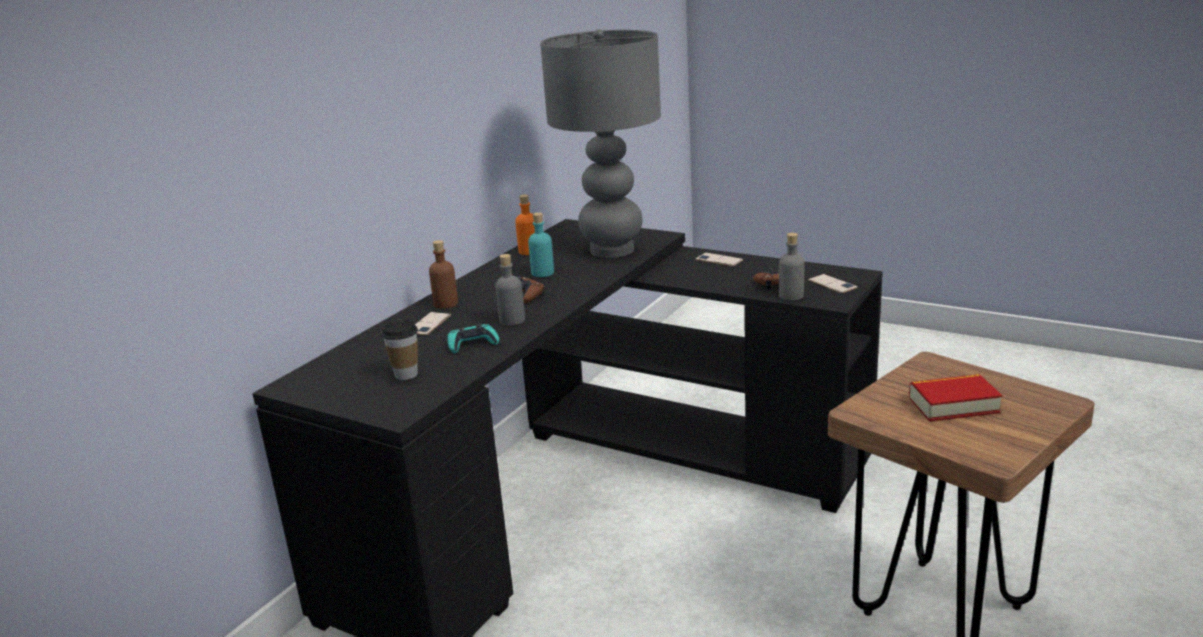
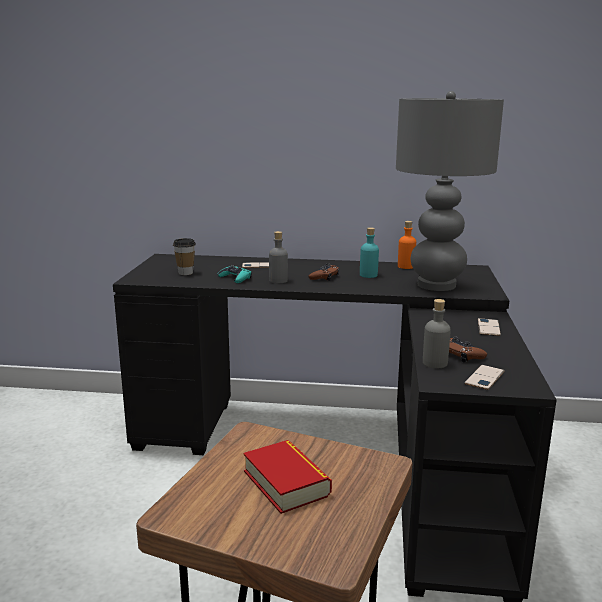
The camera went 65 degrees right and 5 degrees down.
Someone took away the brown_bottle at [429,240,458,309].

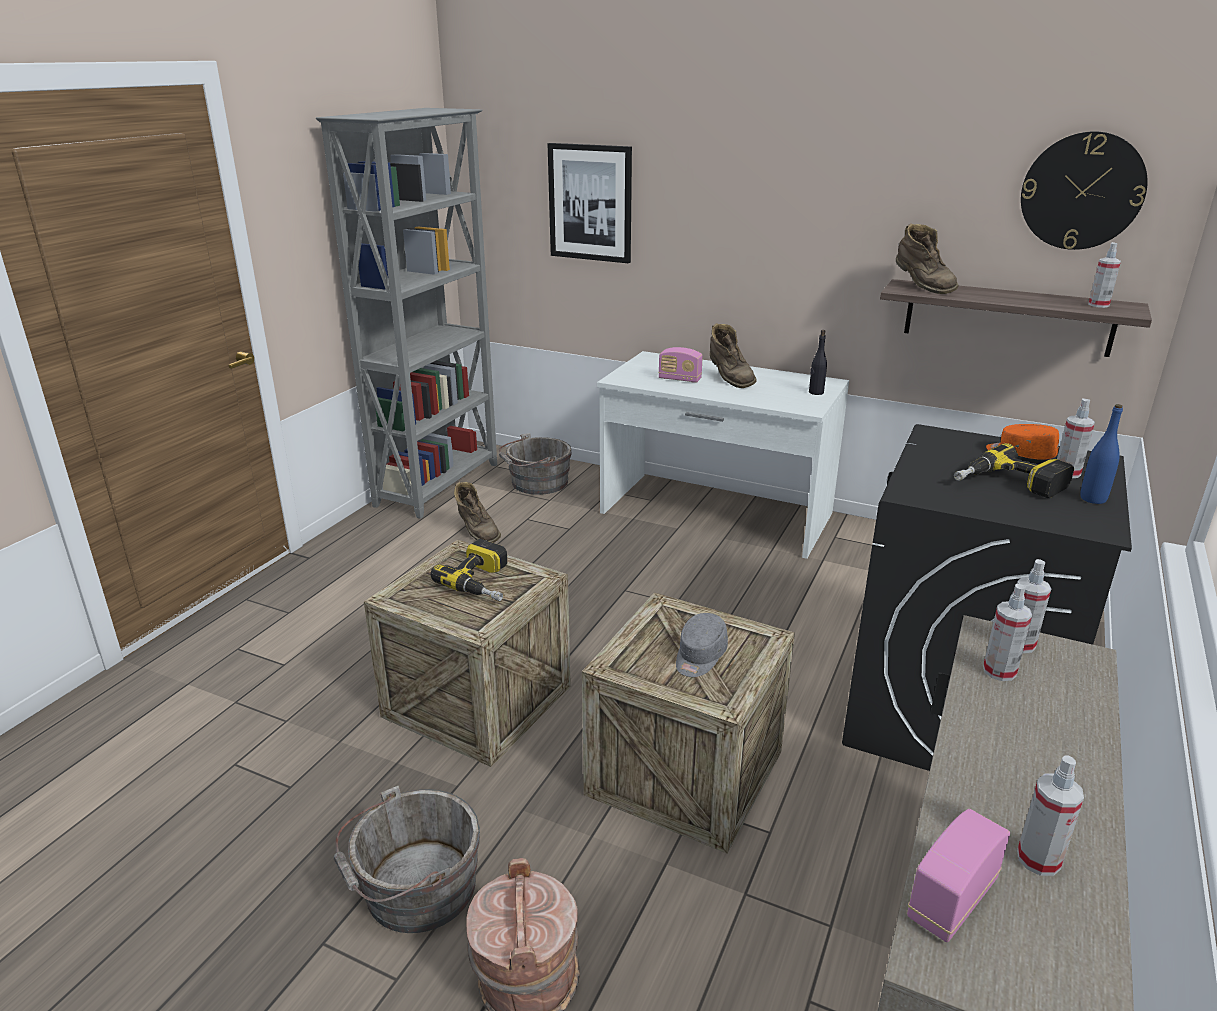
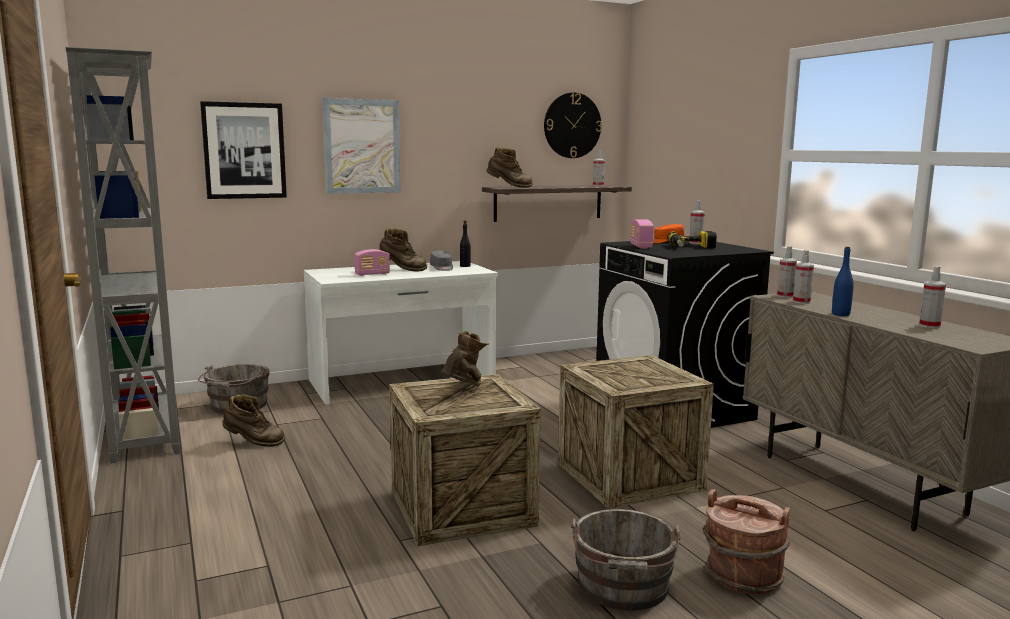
The camera went 50 degrees left and 15 degrees down.
Someone put up the picture at [322,98,401,194].
Someone carried the grey_cap from [676,613,728,677] to [430,251,453,271].
Someone swapped the power_drill at [430,539,507,601] for the brown_boot at [441,331,489,387].
Someone carried the radio from [907,809,1010,942] to [630,220,653,249].
Someone carried the blue_bottle from [1080,404,1123,504] to [832,247,854,316].

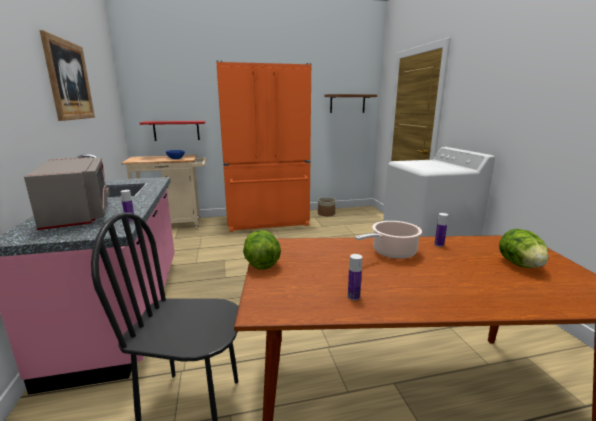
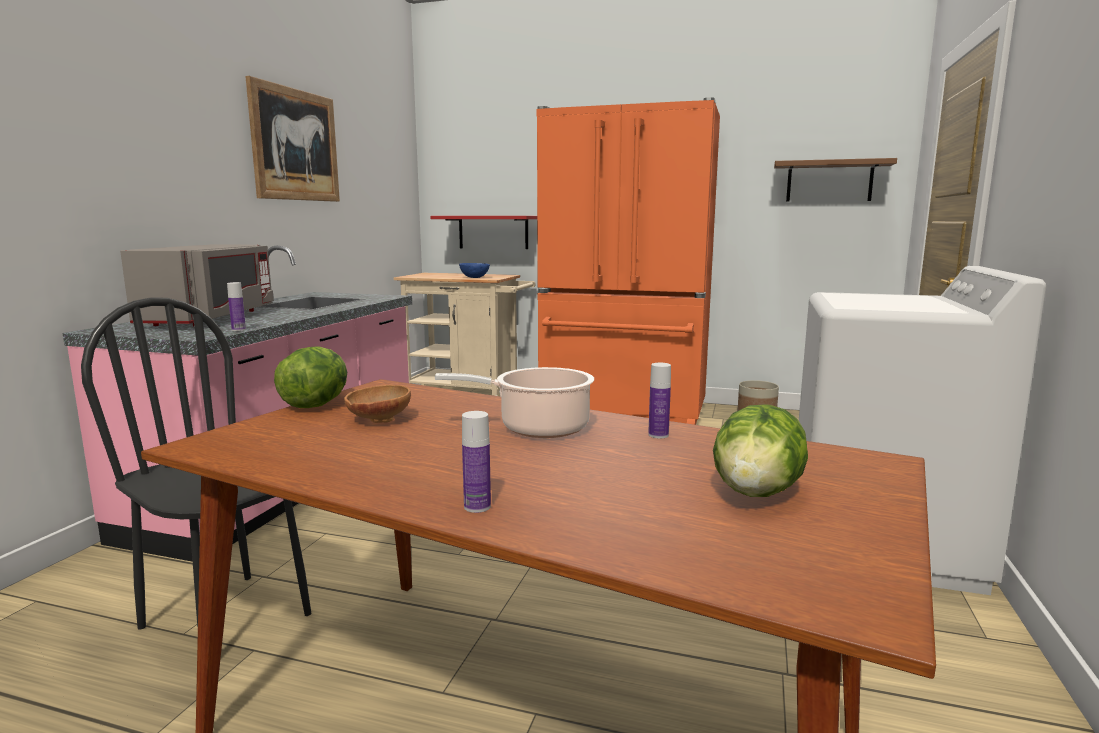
The camera went 30 degrees right and 5 degrees down.
Someone put down the brown_bowl at [344,385,411,423].
Someone carried the bottle from [348,254,362,300] to [462,411,491,513].

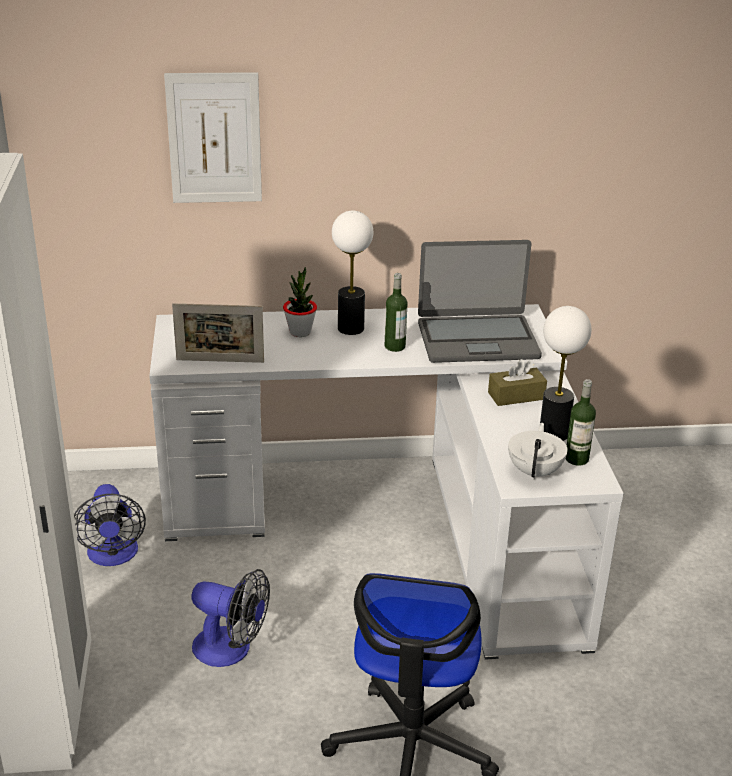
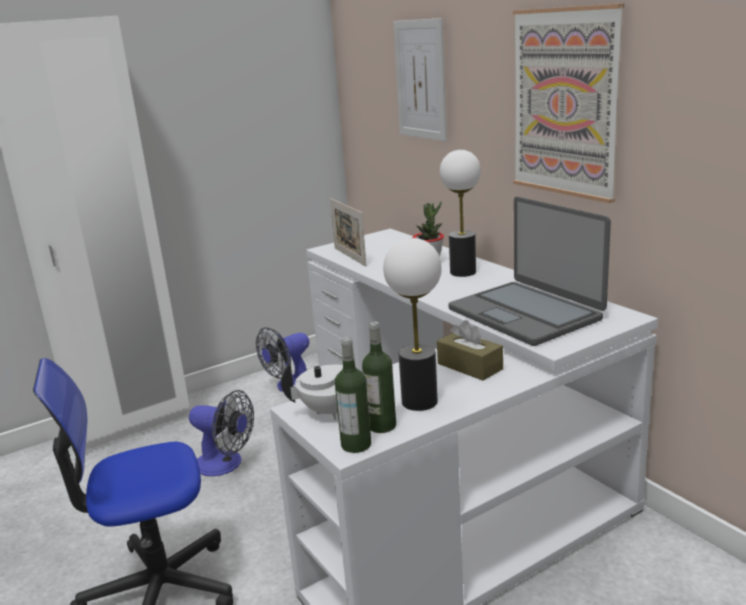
The camera went 65 degrees right and 10 degrees down.
Someone rotated the fan at [191,569,270,667] by 60 degrees counterclockwise.
Someone carried the bottle from [385,273,408,352] to [335,337,371,453].
Someone put up the picture at [513,3,624,203].

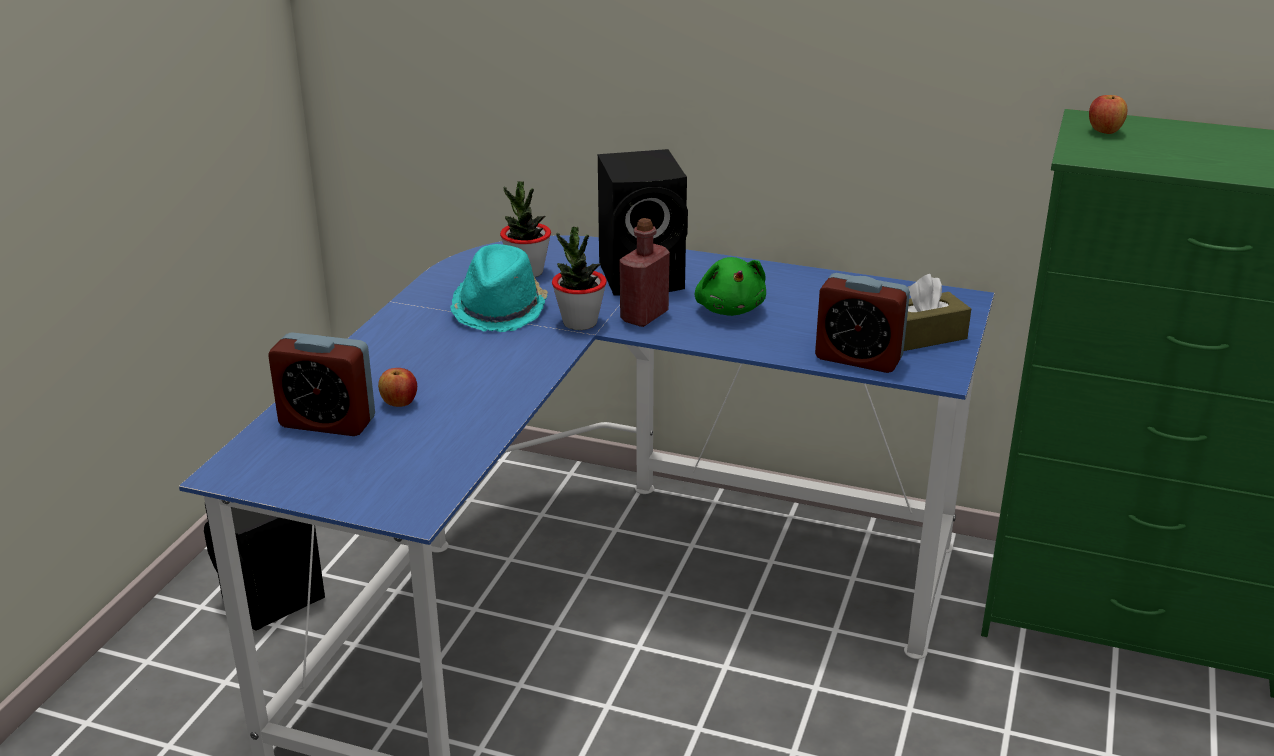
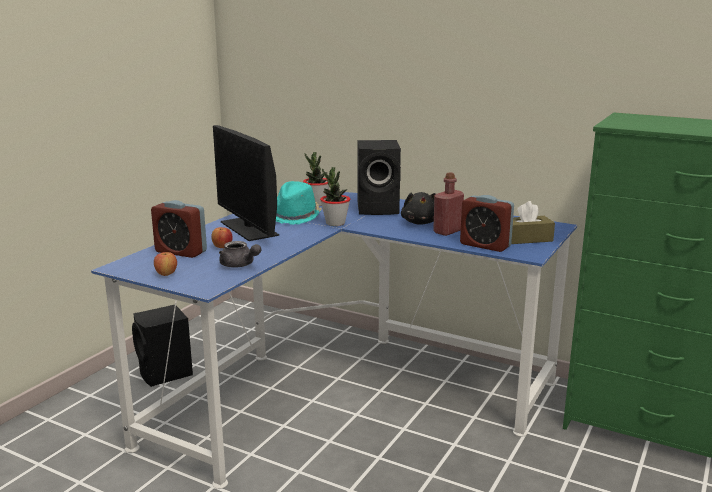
The camera went 10 degrees right and 10 degrees down.
Someone carried the apple from [1089,95,1127,134] to [154,252,177,276].
Someone put down the monitor at [213,125,279,241].
Someone put down the grey_teapot at [219,241,261,268].
Someone repainted the green_plush_toy at [695,257,766,316], which became the black_plush_toy at [401,192,436,225].
Someone carried the red_bottle from [619,218,670,327] to [433,172,464,236].

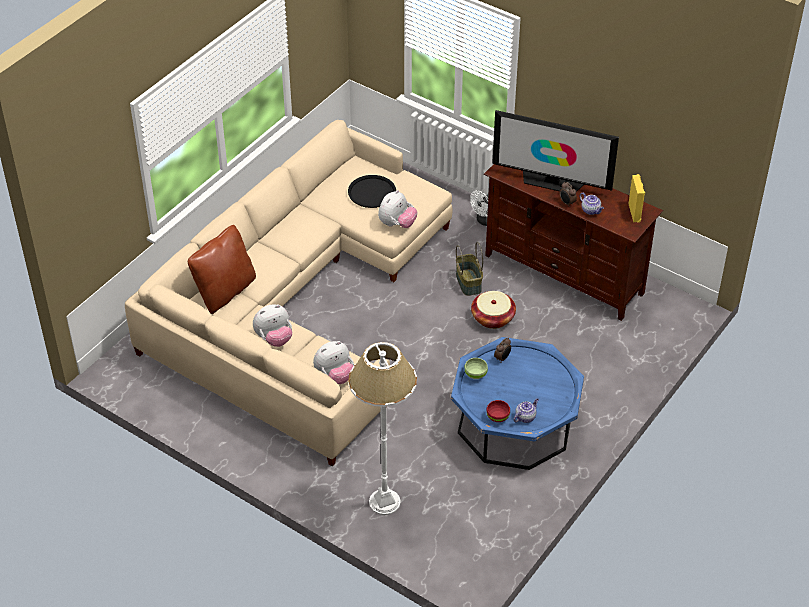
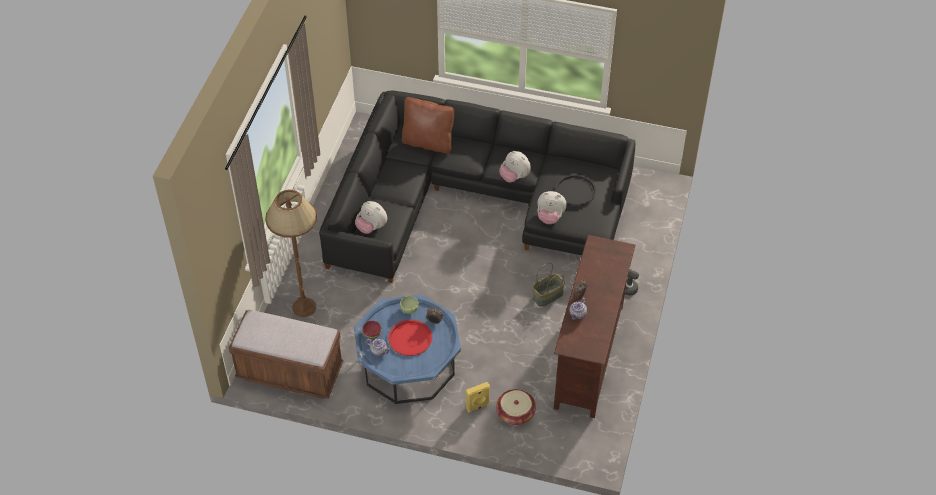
The camera went 70 degrees right and 5 degrees up.
Someone put down the brown_bench at [229,310,343,399].
Someone repainted the white_floor_lamp at [348,342,417,515], which became the brown_floor_lamp at [265,190,317,317].
Someone repainted the beige_sofa at [125,120,452,466], which became the black_sofa at [319,90,635,283].
Someone put down the red_tray at [388,320,433,356].
Someone carried the yellow_speaker from [628,174,645,223] to [466,382,490,412].
Someone carried the basket from [471,291,516,329] to [496,389,536,425].
Someone carried the plush_toy from [253,304,292,347] to [499,151,531,182].
Someone took away the television at [492,110,619,192].

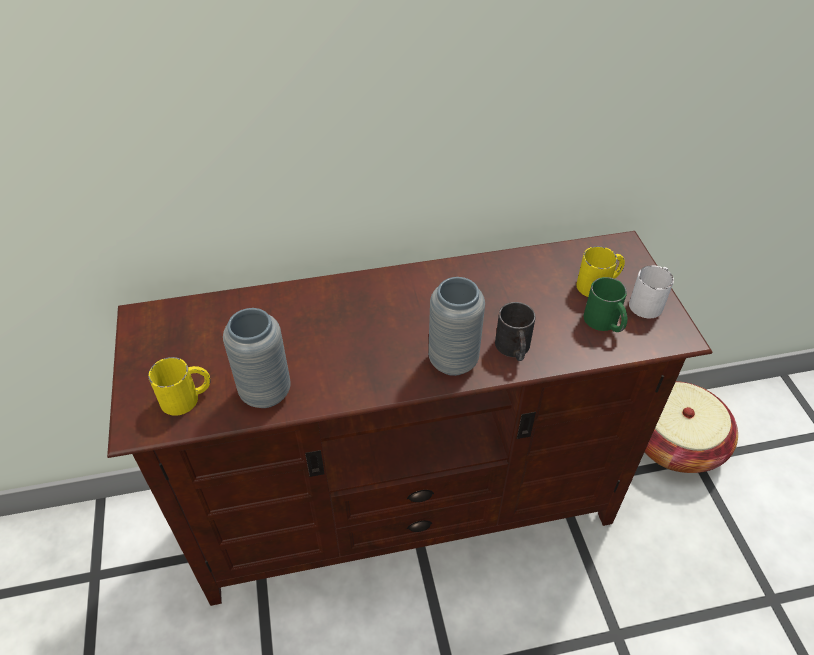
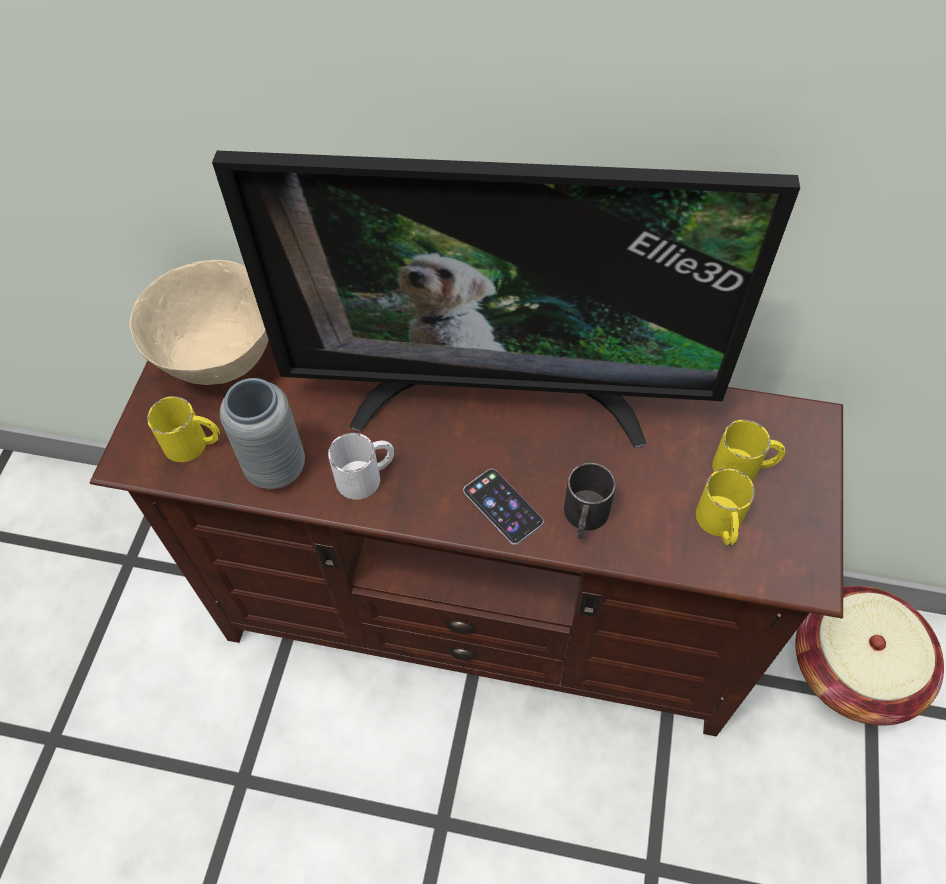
The camera went 25 degrees right and 10 degrees up.
Someone put down the beige_bowl at [129,260,269,385].
Someone put down the television at [212,151,800,448].
Someone carried the white_mug from [629,265,674,318] to [328,433,394,500].
Someone swapped the grey_vase at [428,277,485,376] for the phone at [463,469,543,545].
Someone repainted the green_mug at [583,277,627,332], which became the yellow_mug at [696,468,755,546].

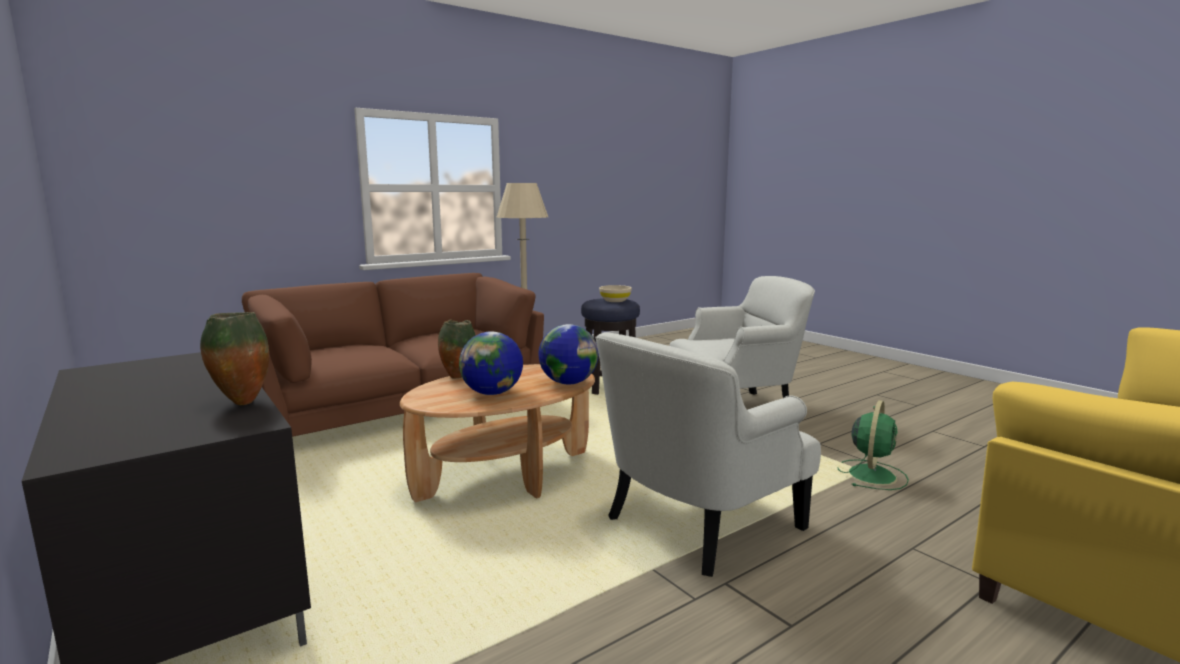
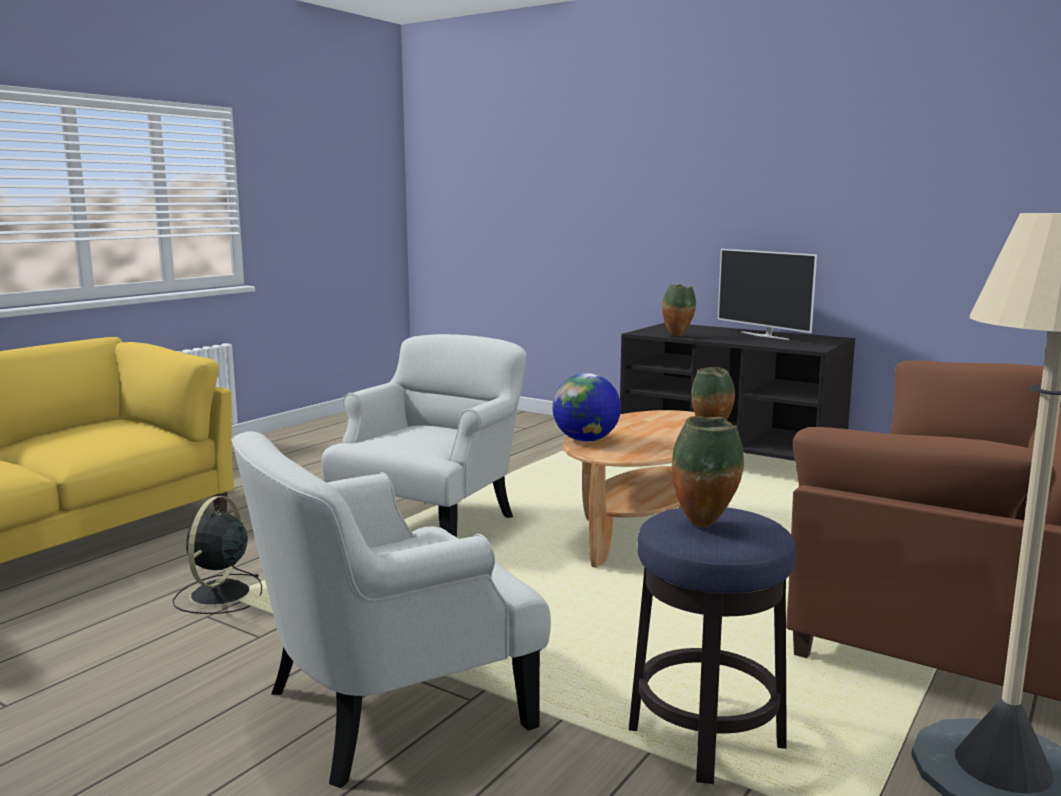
The camera went 160 degrees right and 0 degrees up.
Someone repainted the green_fan at [837,400,909,490], which became the black_fan at [173,496,262,614].
Someone swapped the beige_bowl at [599,285,632,302] for the vase at [672,416,744,527].
Someone put down the television at [718,249,817,340].
Someone took away the globe at [459,331,523,395].

